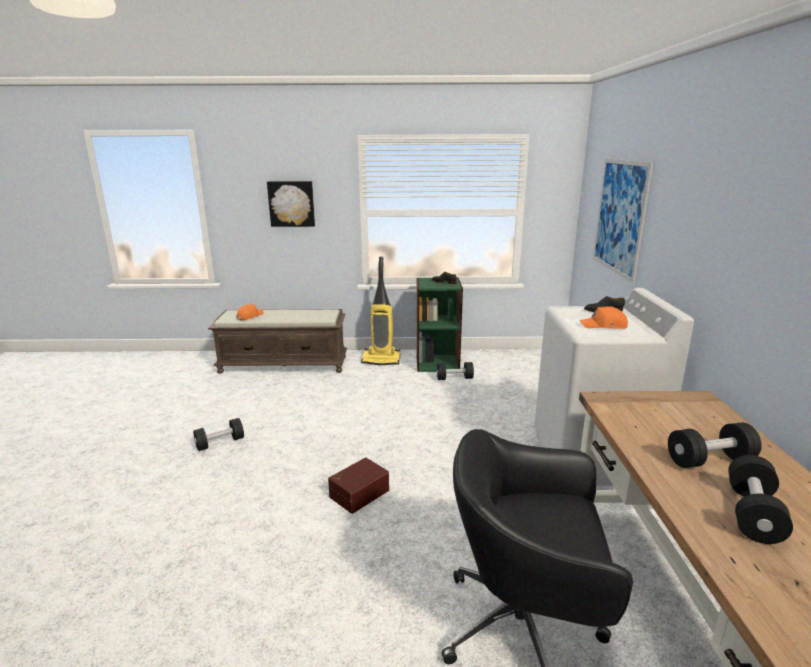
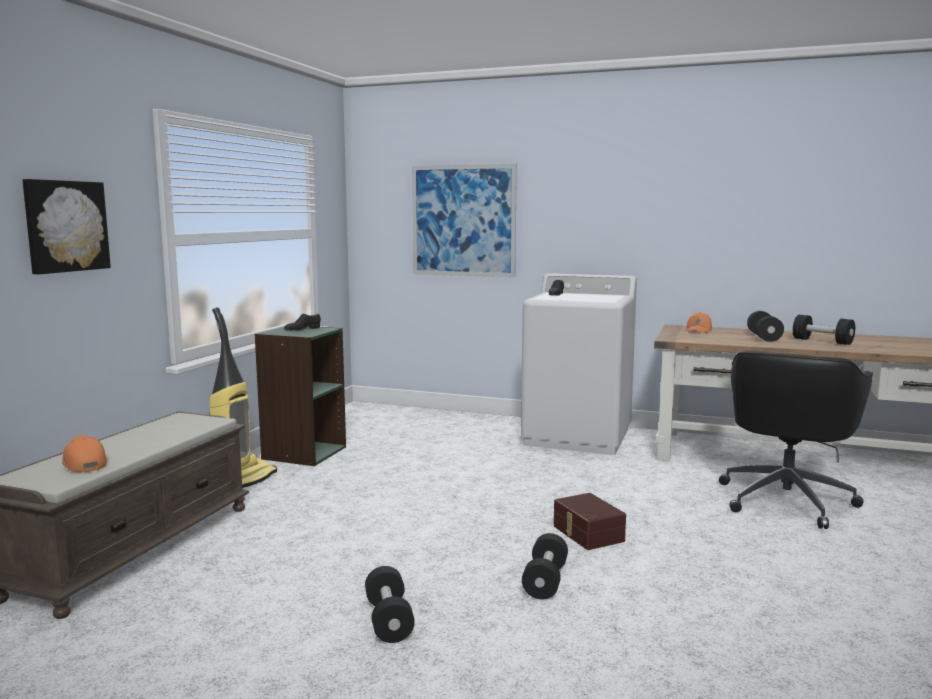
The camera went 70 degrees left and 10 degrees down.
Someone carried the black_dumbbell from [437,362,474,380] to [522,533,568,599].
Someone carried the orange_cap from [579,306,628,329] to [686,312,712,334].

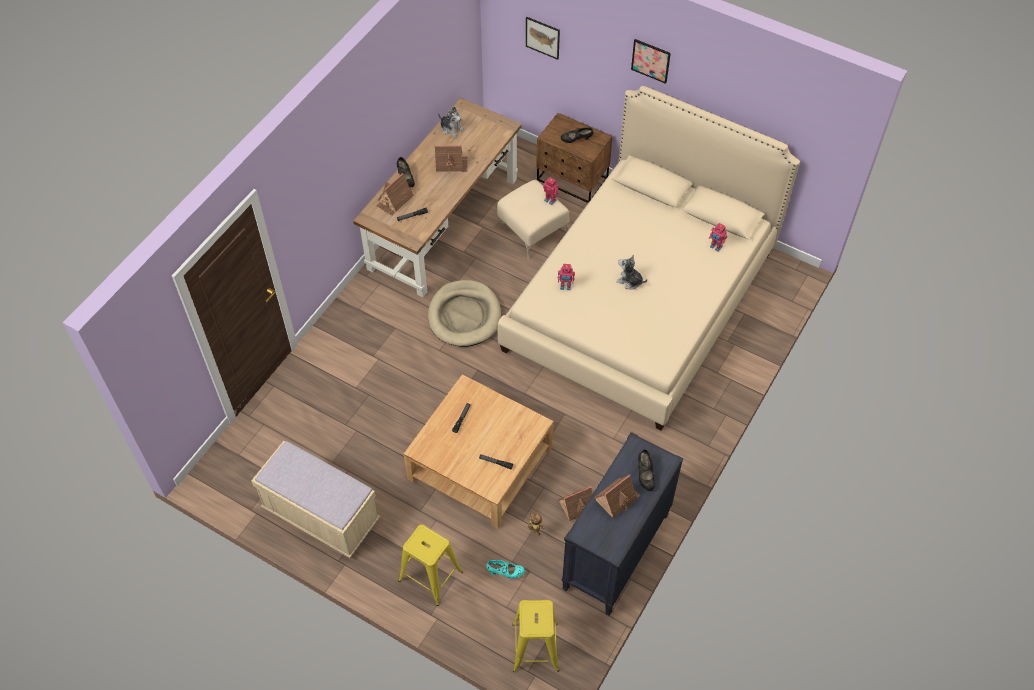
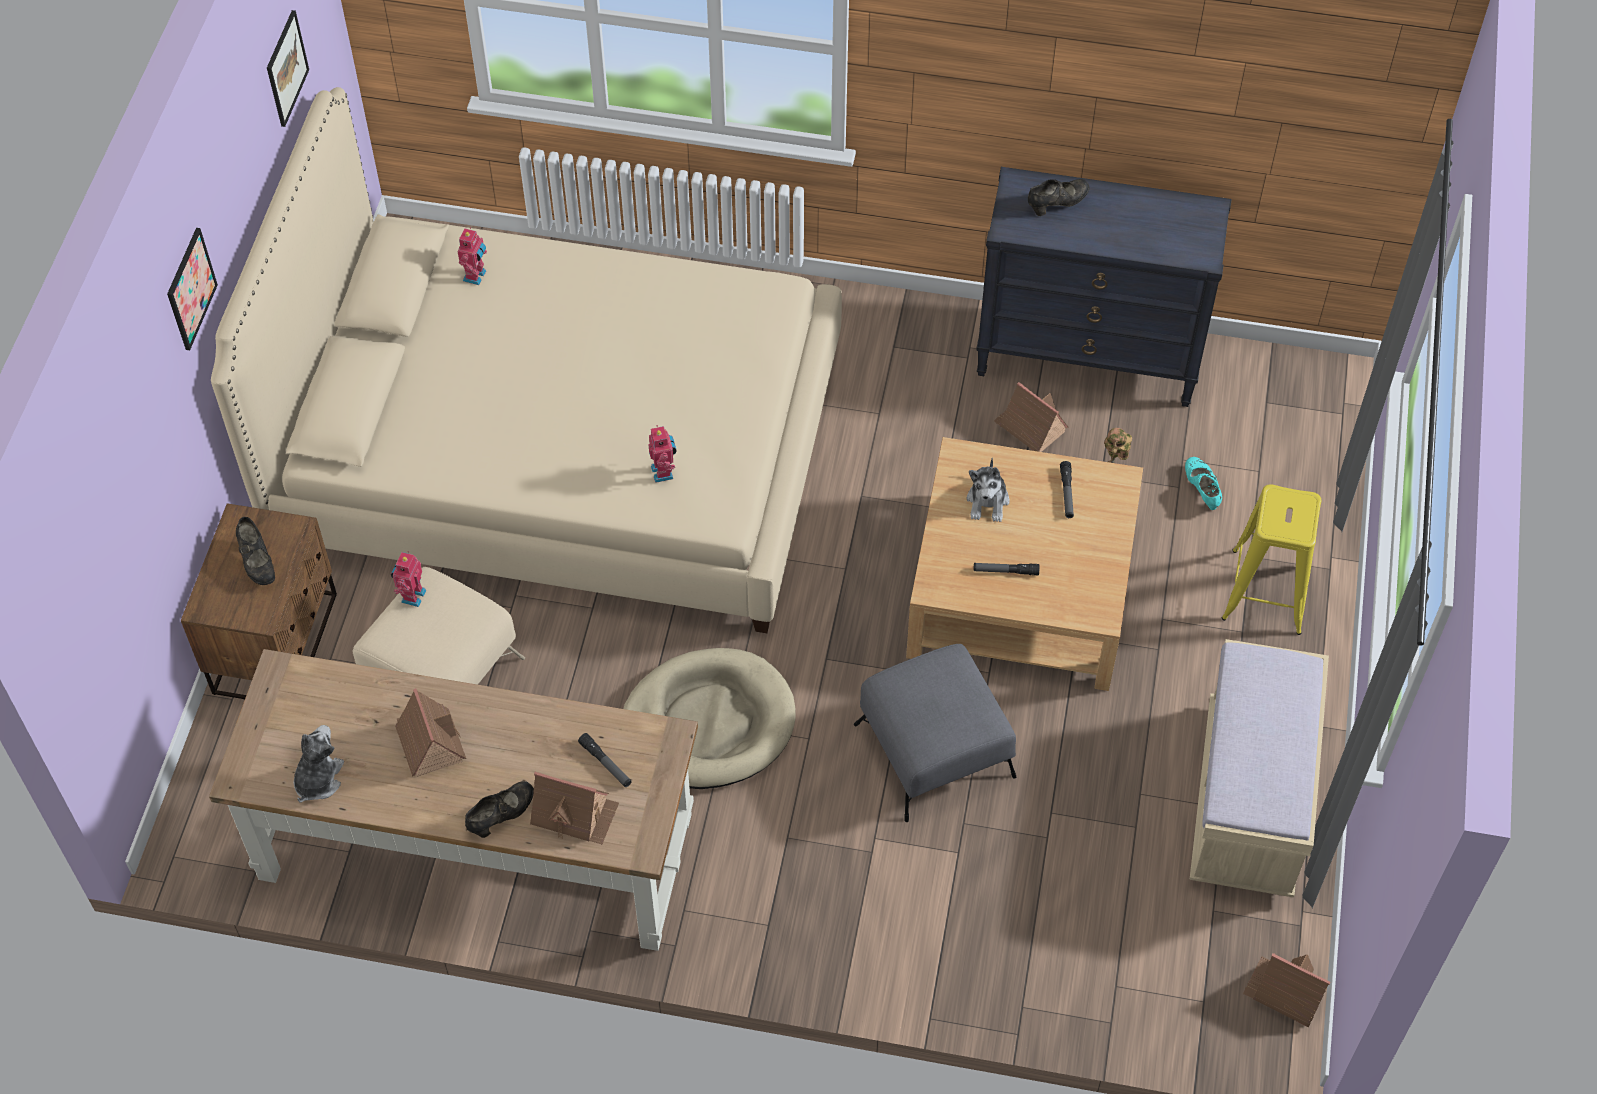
The camera went 110 degrees left and 0 degrees up.
Someone carried the picture from [526,17,560,60] to [267,10,309,127].
Someone put down the grey_ottoman at [854,644,1016,822].
Someone carried the plush_toy from [616,254,647,290] to [967,458,1009,522].
Someone carried the toy_house from [594,475,640,518] to [1243,953,1330,1027].
Someone took away the yellow_stool at [512,600,559,672].

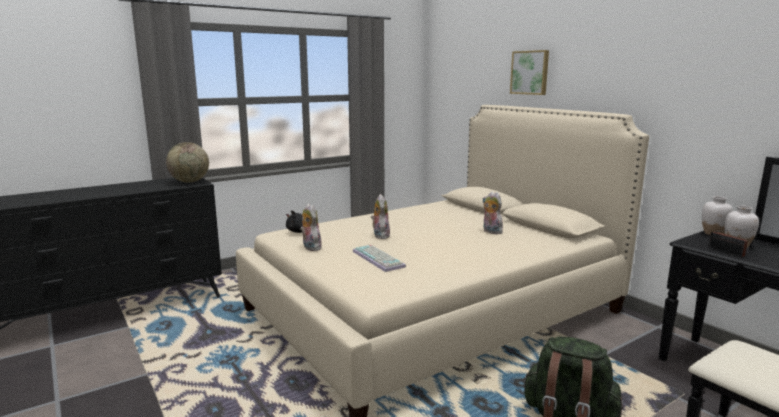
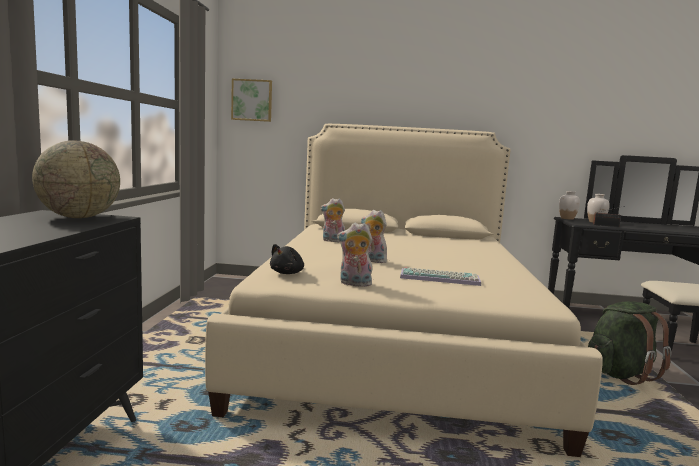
The camera went 50 degrees left and 5 degrees down.
Someone carried the picture from [510,50,549,95] to [231,79,272,122].
Someone carried the plush_toy from [483,192,503,234] to [320,198,345,243].

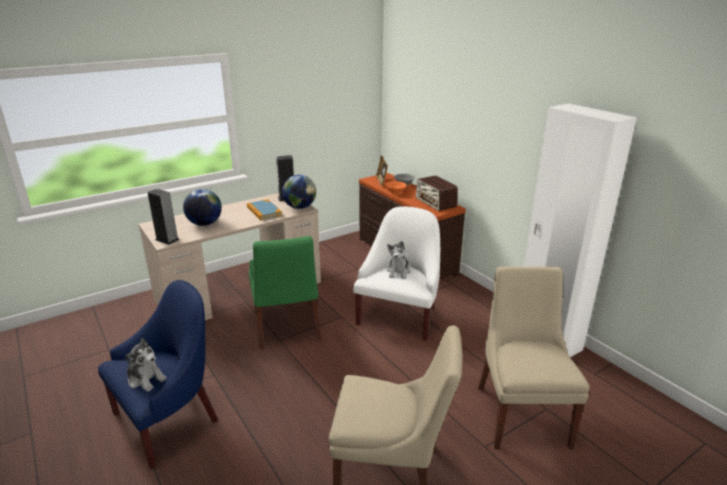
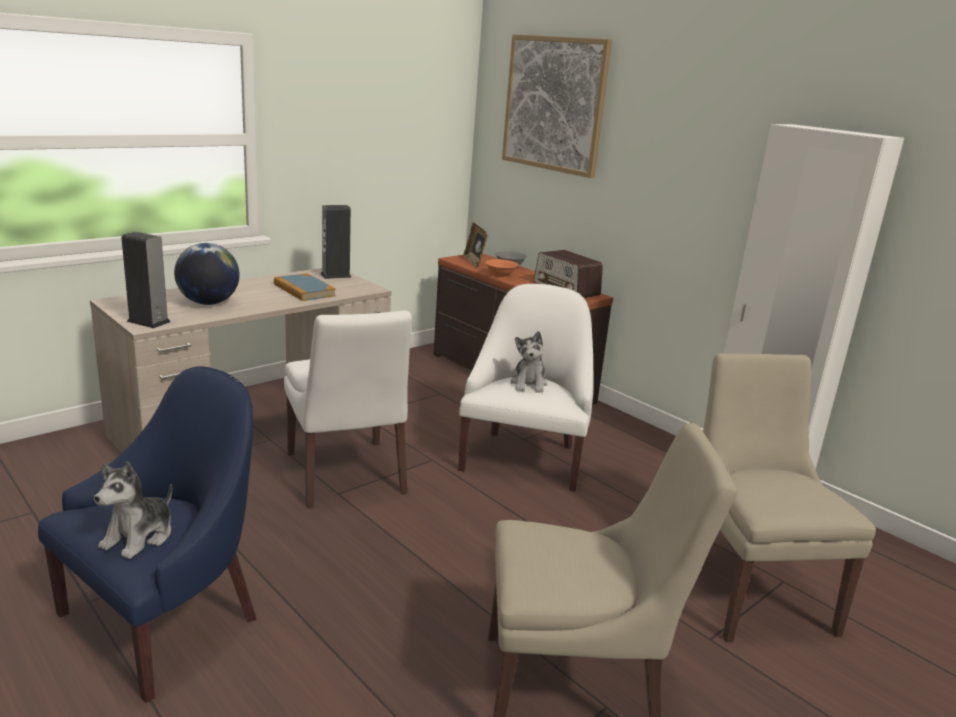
The camera went 10 degrees left and 5 degrees down.
Someone rotated the plush_toy at [125,338,167,392] by 90 degrees clockwise.
Someone repainted the green_chair at [249,236,321,349], which became the white_chair at [284,311,412,507].
Someone put up the picture at [502,34,612,178].
Someone took away the globe at [282,174,316,209].

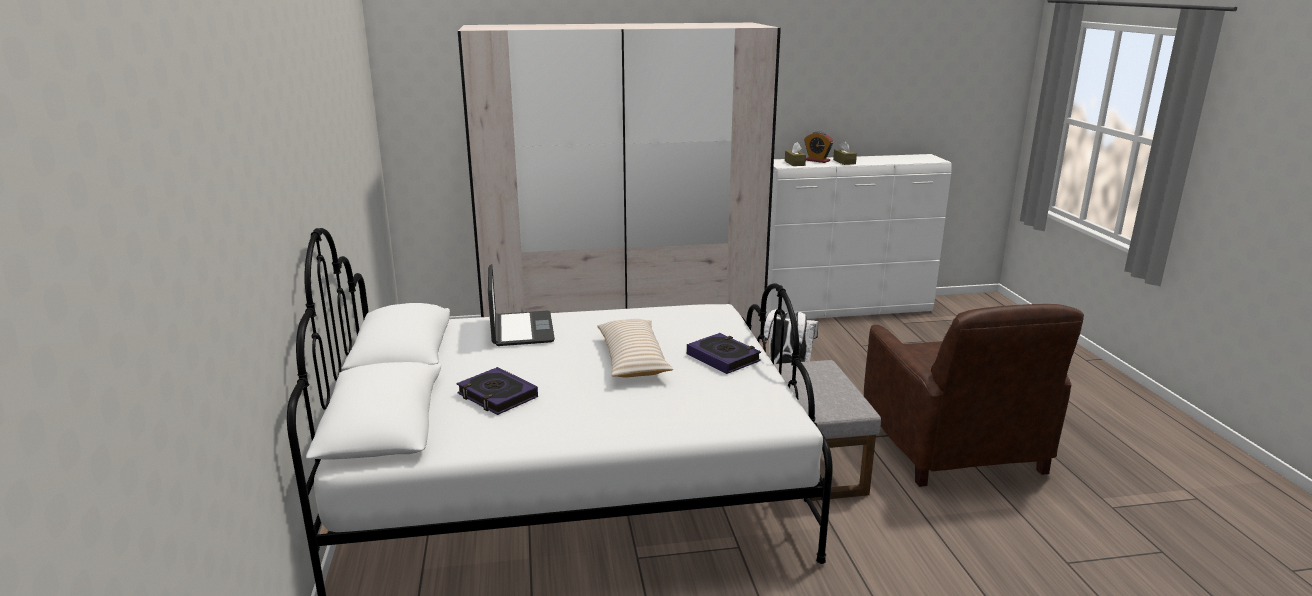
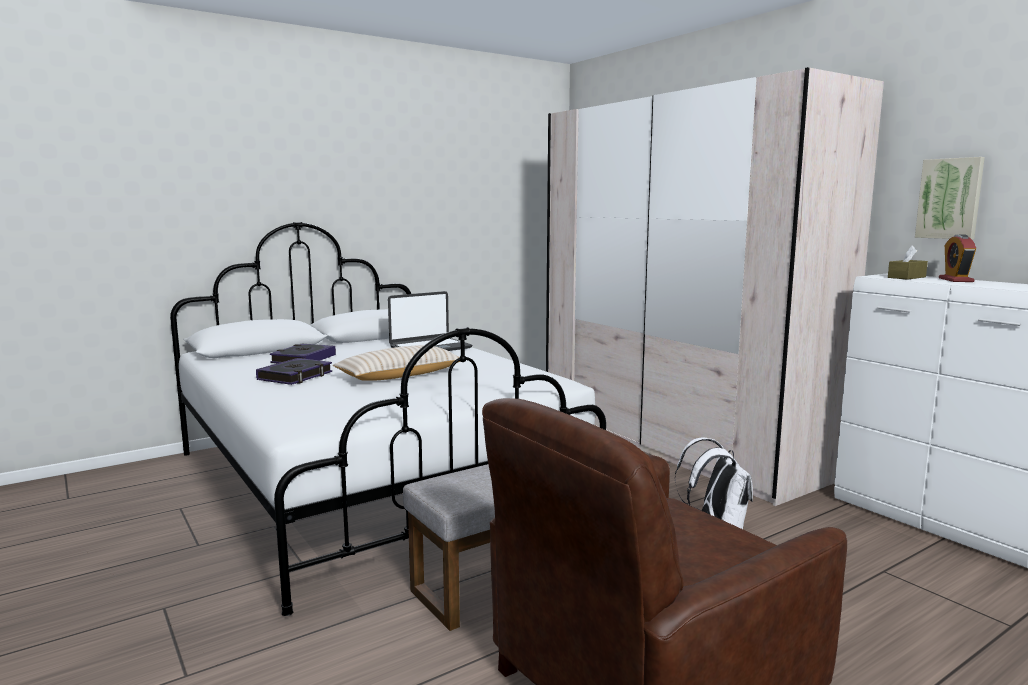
The camera went 65 degrees right and 10 degrees down.
Someone carried the book from [687,333,761,374] to [256,358,332,385].
Someone put up the picture at [915,157,985,240].
Someone took away the brown_tissue_box at [833,141,857,165].

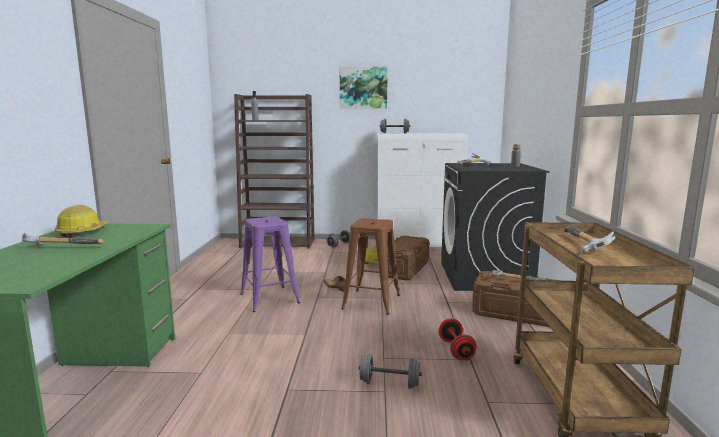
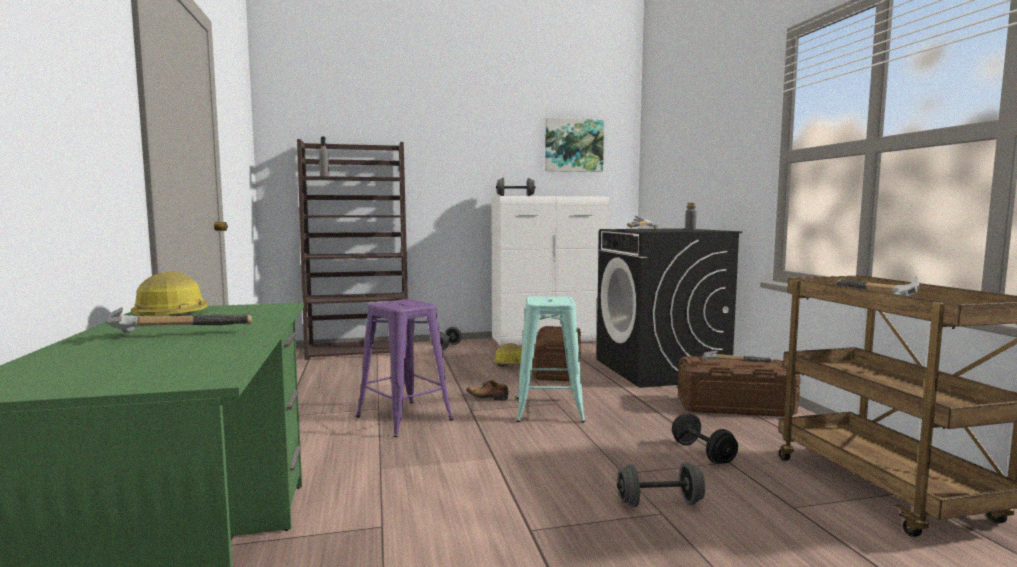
The camera went 15 degrees left and 5 degrees down.
Someone repainted the brown_stool at [341,218,400,315], which became the turquoise_stool at [516,296,585,423].
Someone carried the picture from [340,66,388,109] to [545,118,604,172].
Someone repainted the red_dumbbell at [438,319,476,360], which became the black_dumbbell at [672,413,738,464].

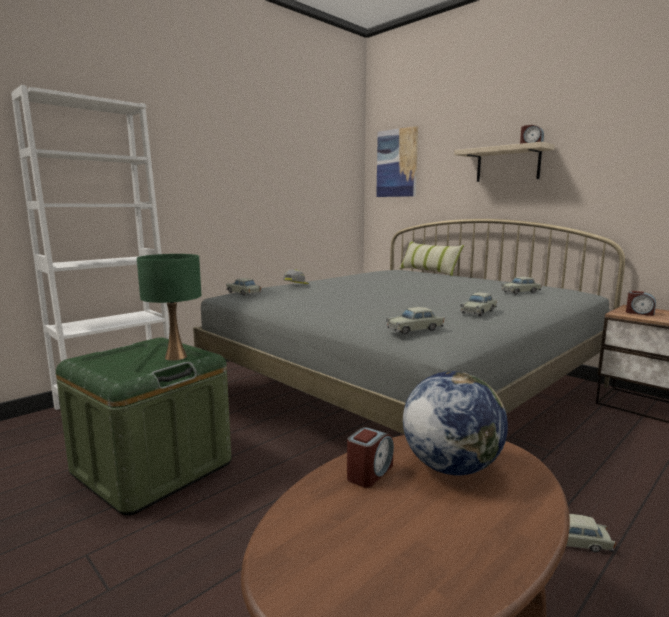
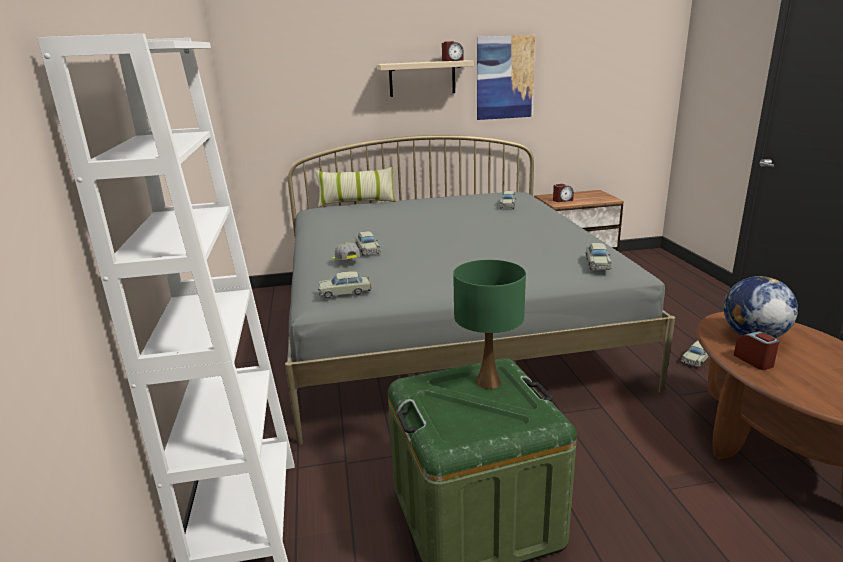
The camera went 55 degrees left and 10 degrees up.
Someone carried the beige_toy_car from [460,292,497,316] to [355,231,381,256].
Someone carried the picture from [376,126,418,197] to [477,35,535,120].

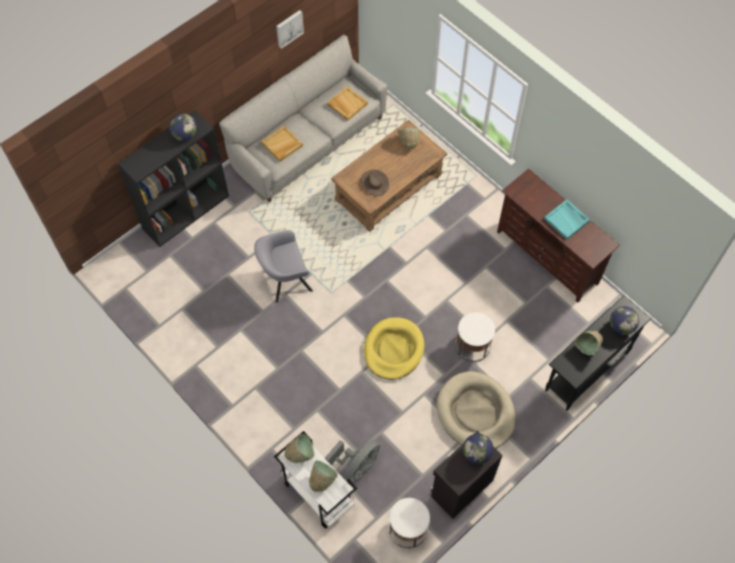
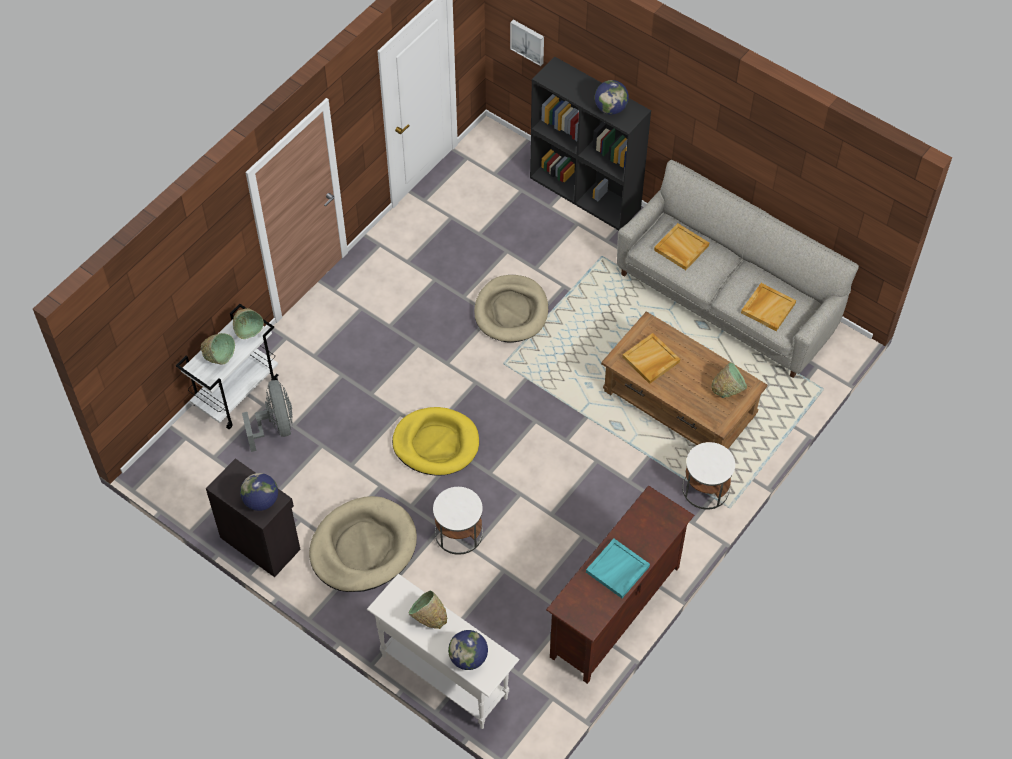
The camera went 80 degrees right and 5 degrees down.
Someone rotated the grey_fan at [325,440,380,482] by 135 degrees counterclockwise.
Someone repainted the black_console_table at [545,295,651,411], which became the white_console_table at [367,574,520,729].
Someone swapped the grey_armchair at [254,230,313,303] for the beige_dog_bed at [474,275,548,342].
Someone carried the picture from [276,10,304,49] to [510,20,544,66].
Someone swapped the brown_hat at [361,170,389,196] for the beige_tray at [622,333,680,384].
Someone carried the white_side_table from [389,498,430,548] to [682,442,735,510].

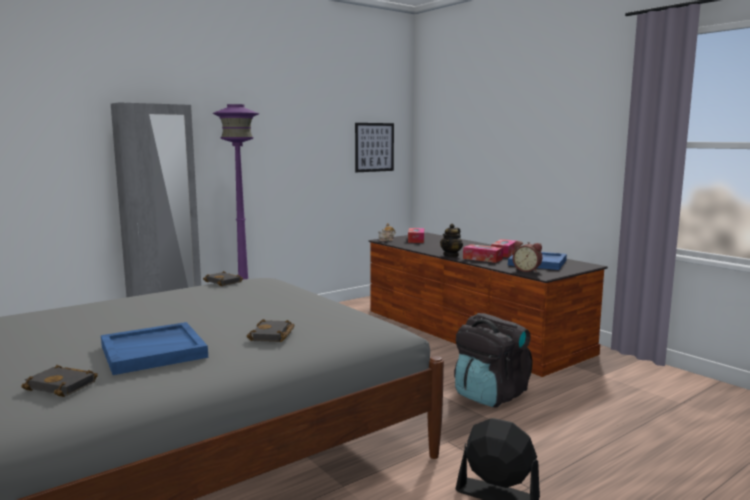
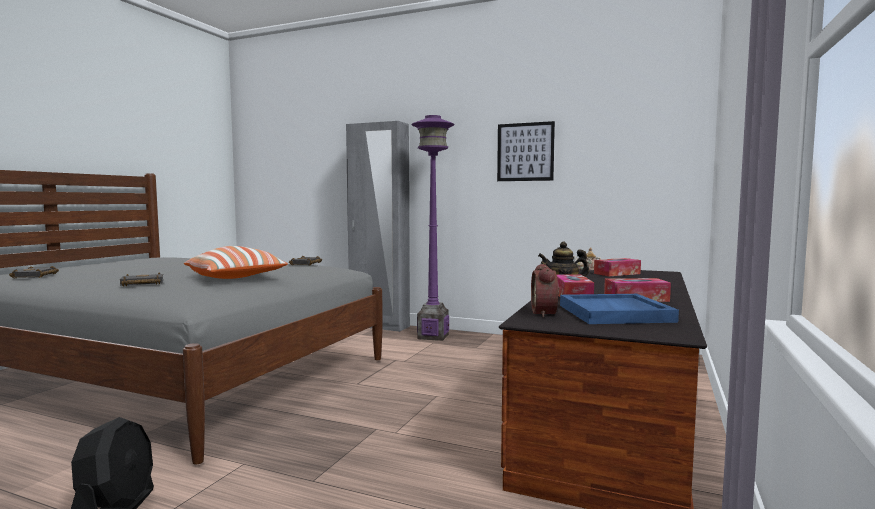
The camera went 60 degrees right and 5 degrees down.
Someone put down the pillow at [184,246,288,279].
Someone carried the picture from [355,123,394,172] to [497,121,555,181].
Someone took away the blue_tray at [101,322,208,375].
Someone took away the black_backpack at [454,313,532,408].

